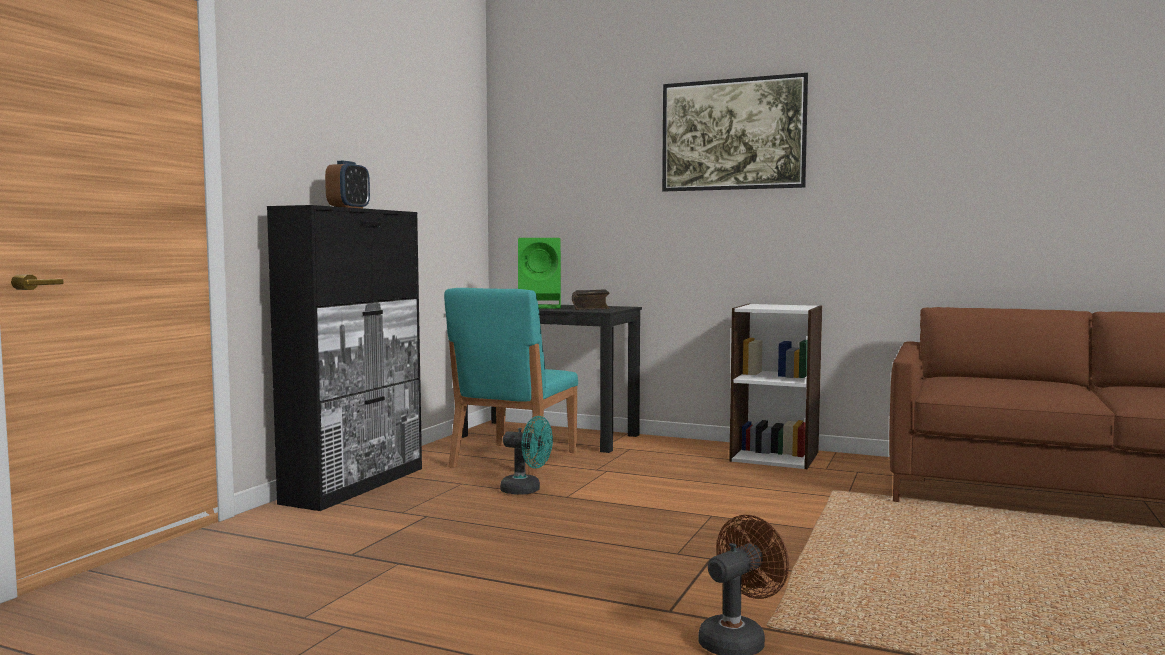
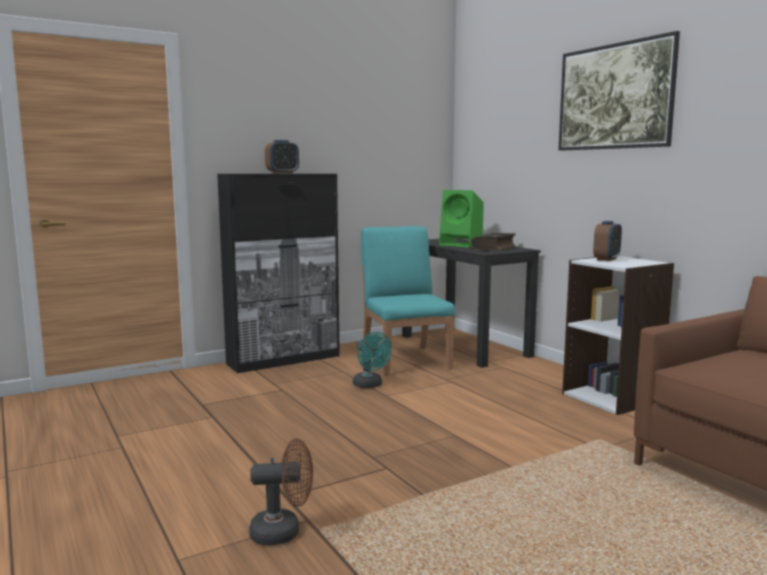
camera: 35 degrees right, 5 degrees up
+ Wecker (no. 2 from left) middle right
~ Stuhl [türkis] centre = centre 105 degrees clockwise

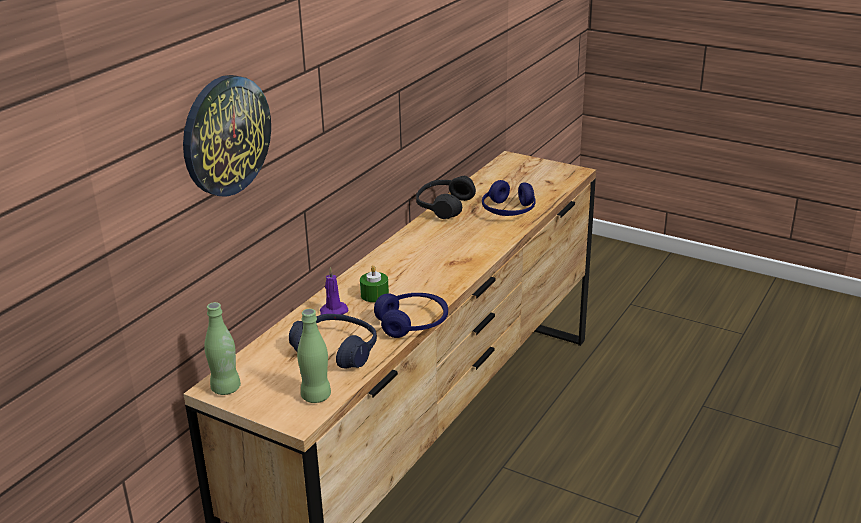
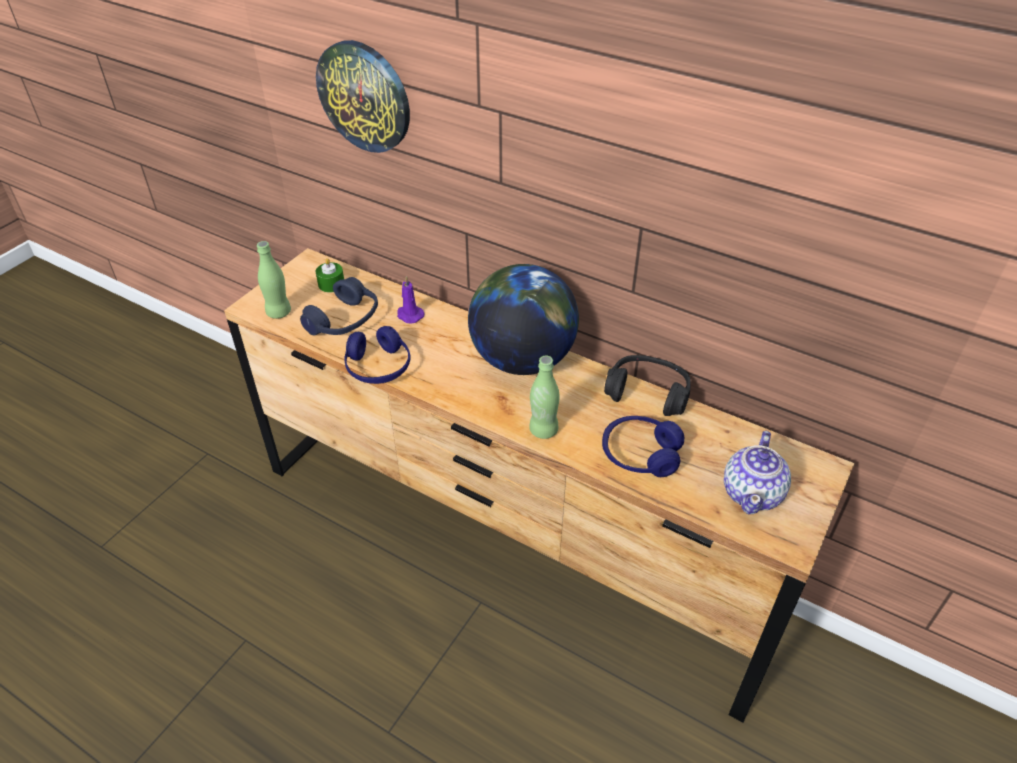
camera: 90 degrees right, 15 degrees up
+ Globus centre
+ Teekanne middle right
~ Flasche [grün] (no. 1 from left in the first image) middle left to Flasche [grün] (no. 2 from left) centre
~ Kerze [grün] centre to middle left

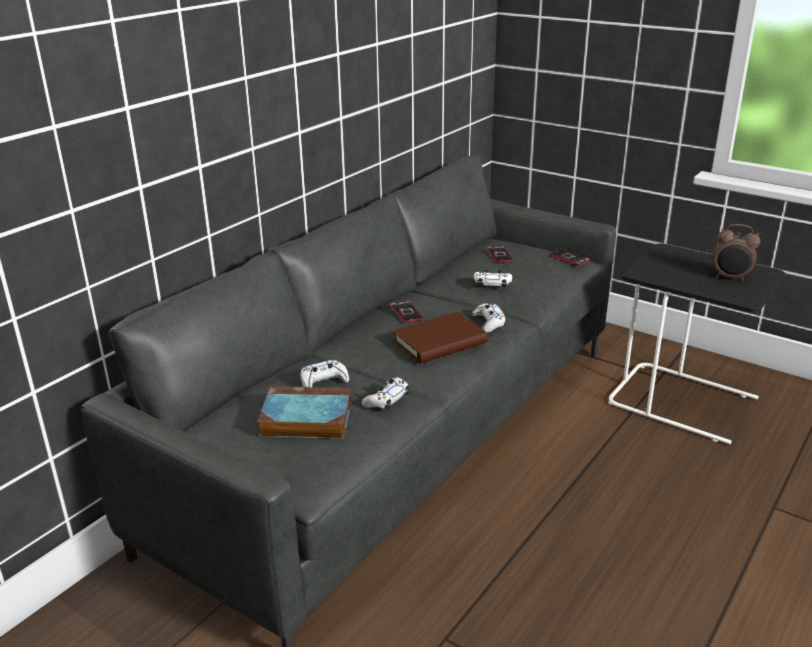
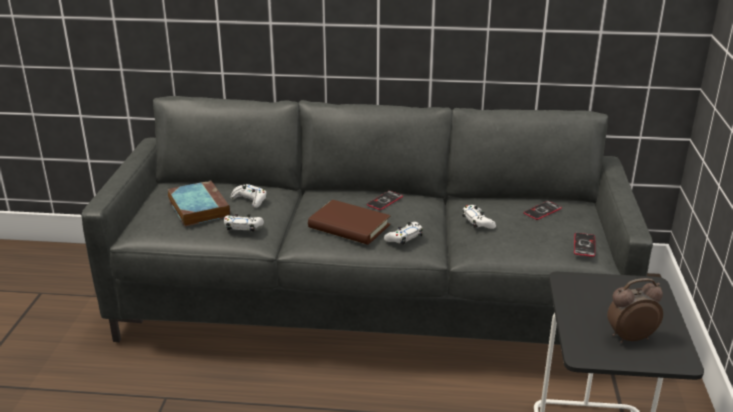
camera: 60 degrees right, 0 degrees up
~ Wecker middle right = bottom right 90 degrees clockwise

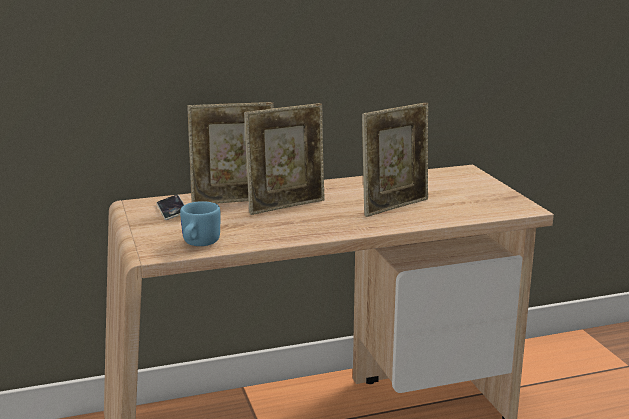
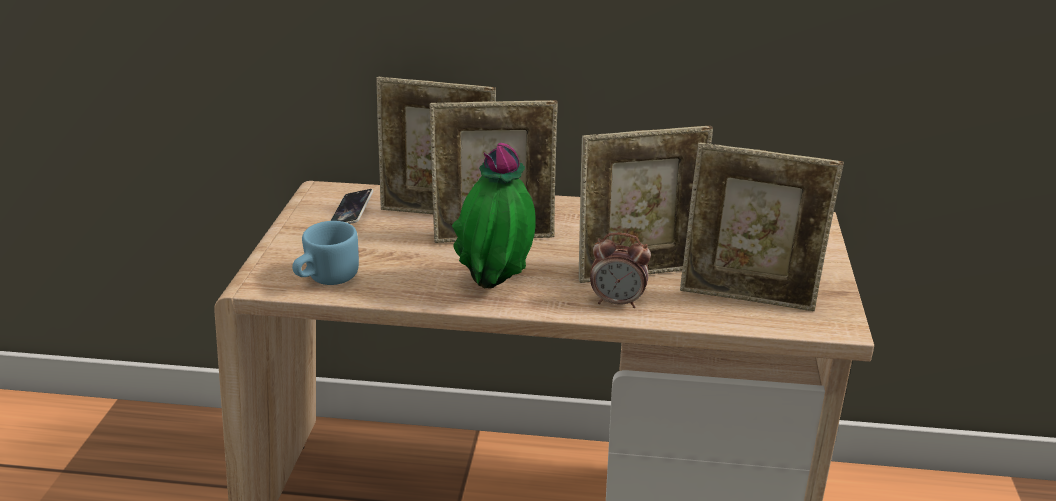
camera: 25 degrees right, 10 degrees up
+ Topfpflanze centre
+ Wecker centre
+ Bilderrahmen (no. 4 from left) middle right

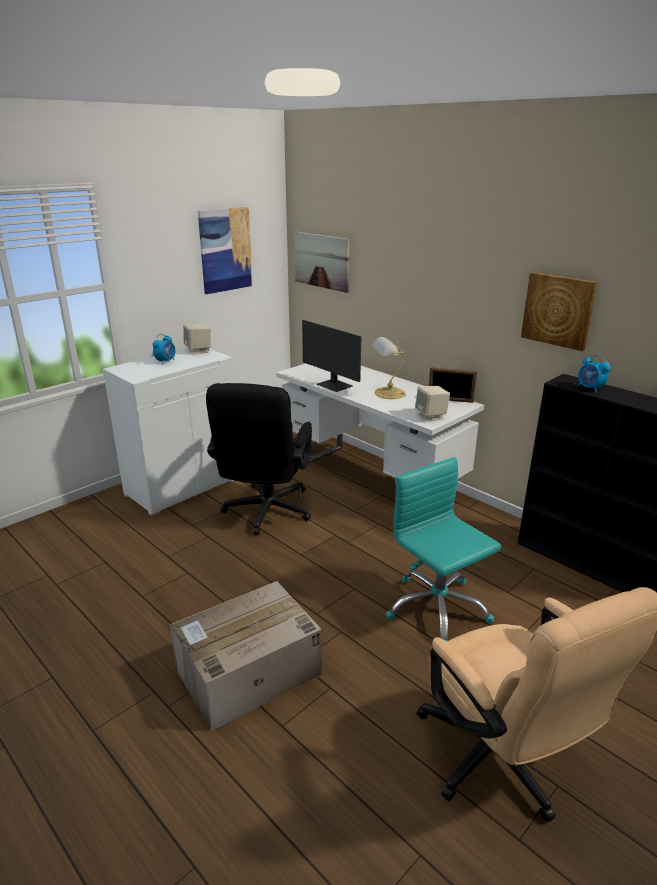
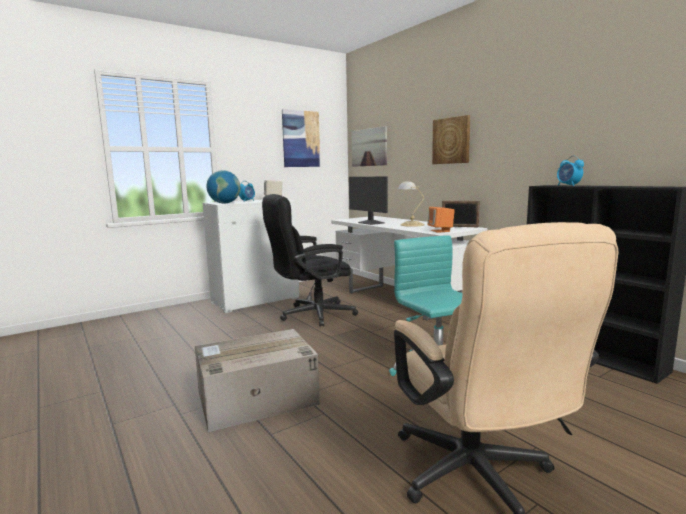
camera: 10 degrees right, 15 degrees down
+ Globus middle left
~ Bild (no. 3 from left) middle right to top centre
~ Lautsprecher [beige] (no. 2 from left) centre to Lautsprecher [orange] centre
~ Bürostuhl [schwarz] centre = centre 45 degrees clockwise

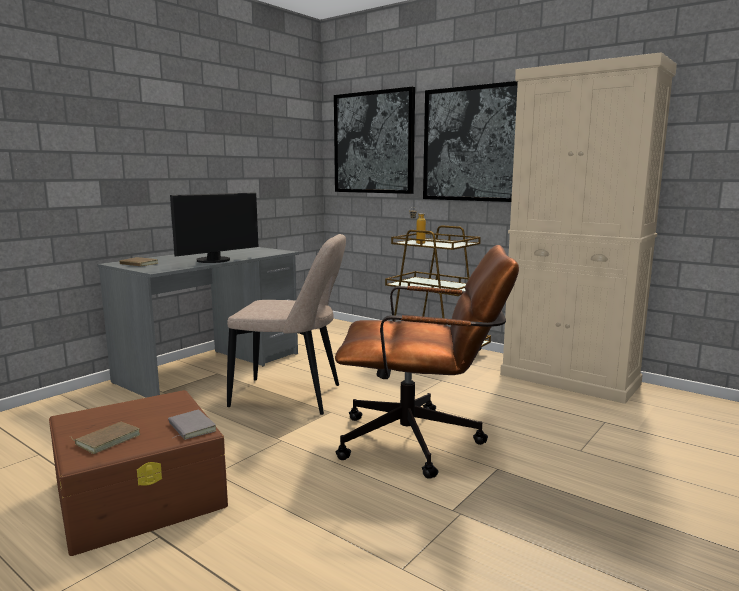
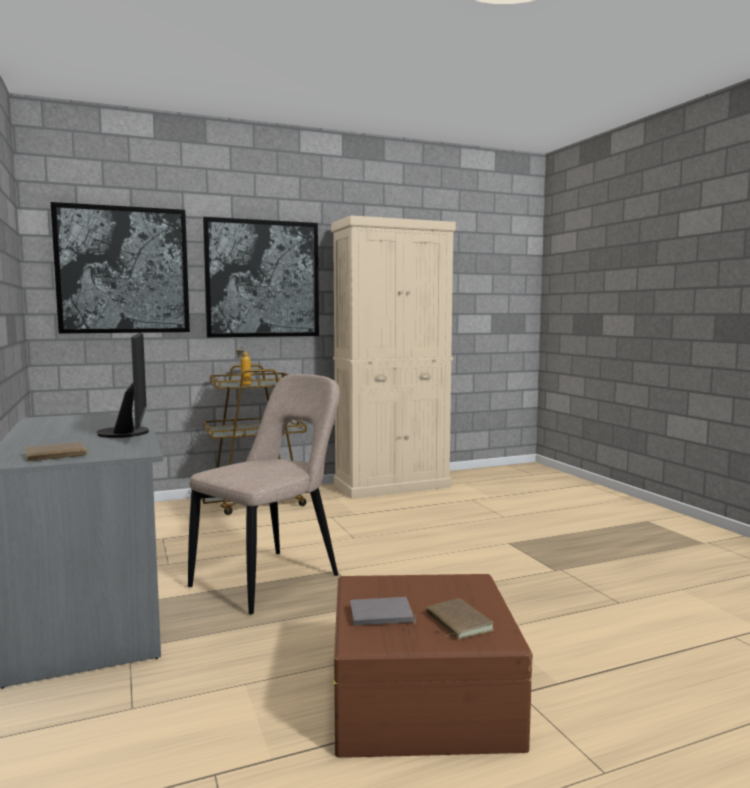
camera: 60 degrees left, 5 degrees down
- Bürostuhl [braun] centre
~ Buch [grau] bottom left to bottom centre

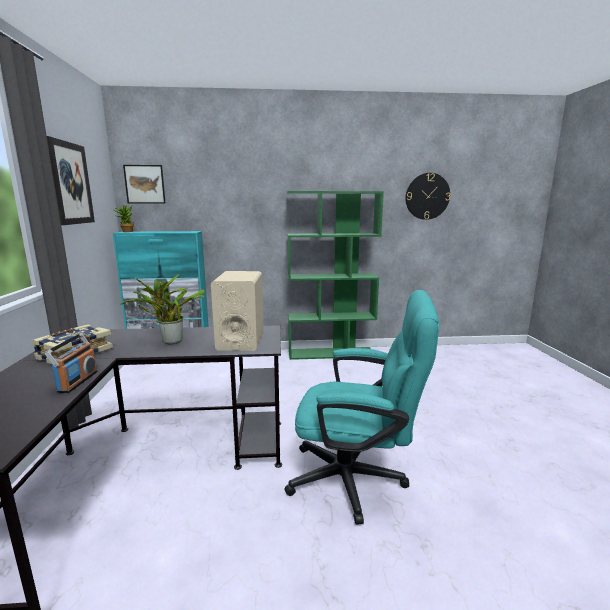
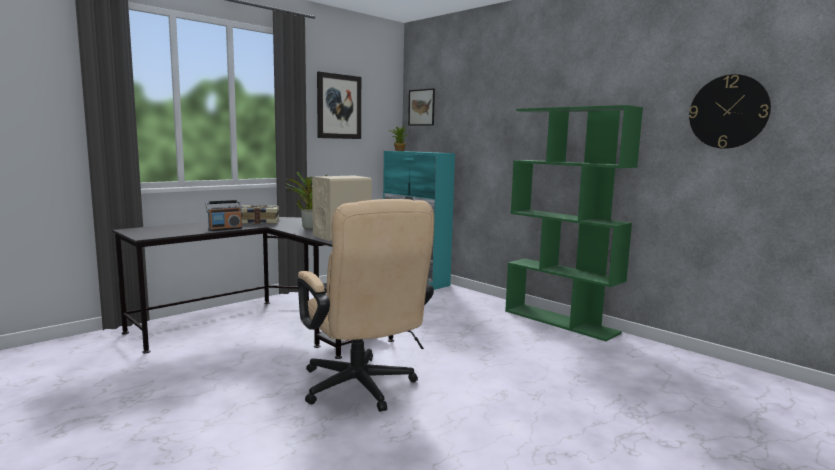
camera: 50 degrees right, 5 degrees down
~ Bürostuhl [türkis] bottom centre to Bürostuhl [beige] centre

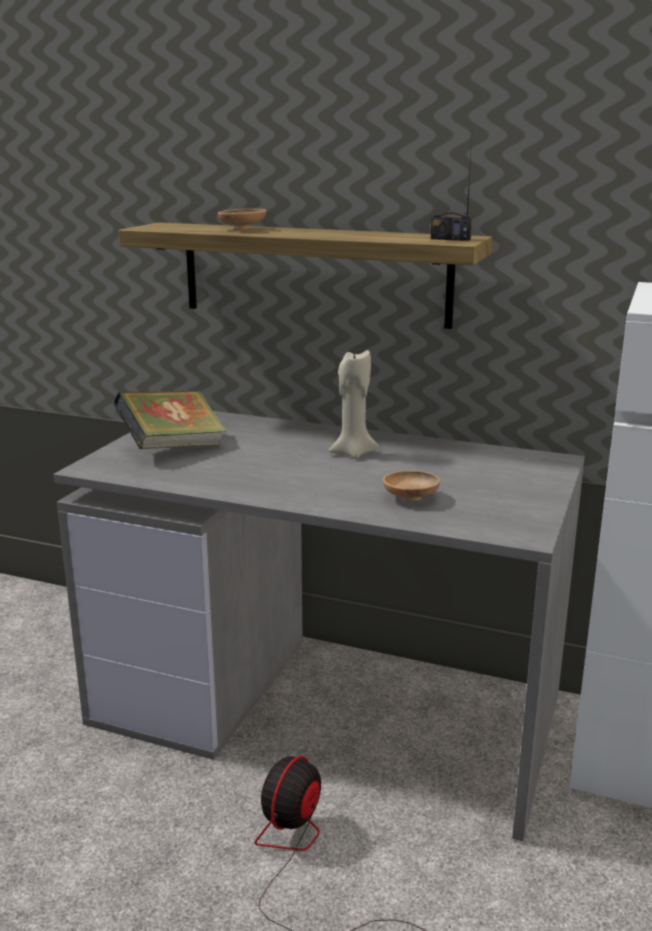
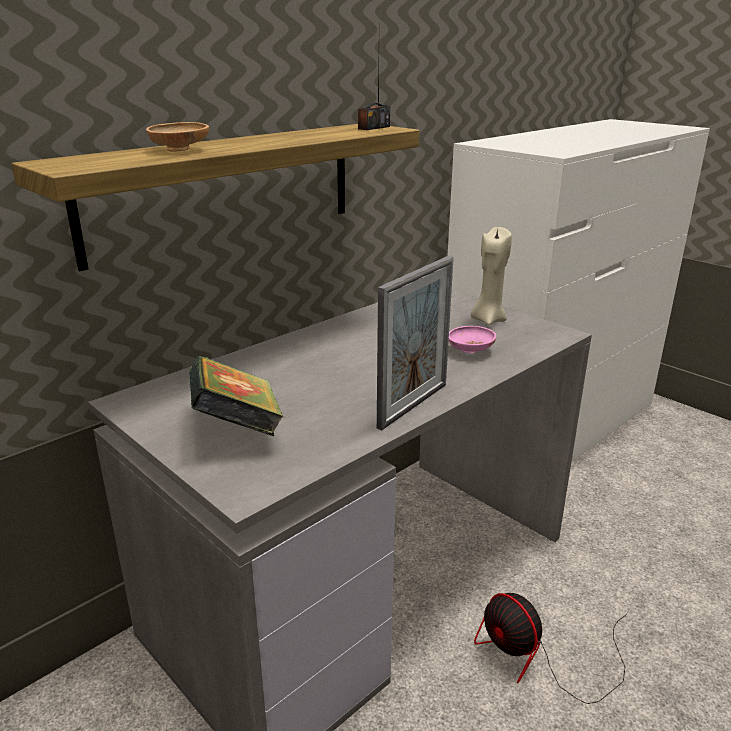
camera: 65 degrees left, 5 degrees up
+ Bilderrahmen centre
~ Kerze [beige] centre to middle right
~ Schüssel [braun] (no. 2 from left) centre to Schüssel [rosa] centre

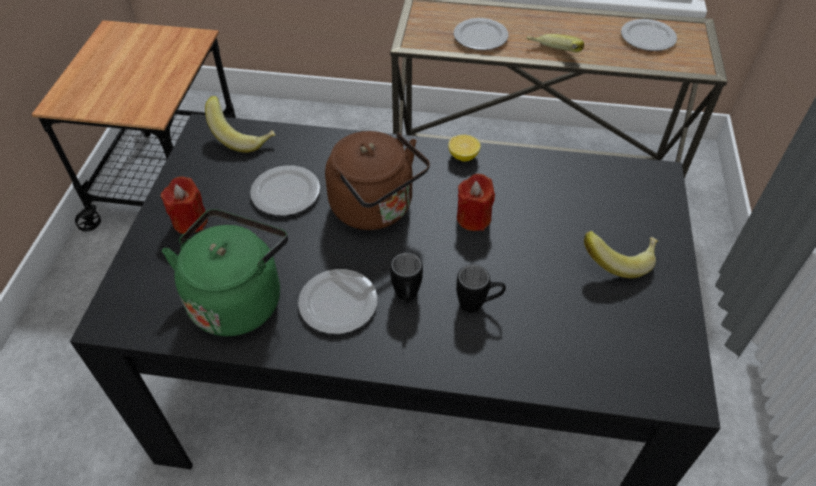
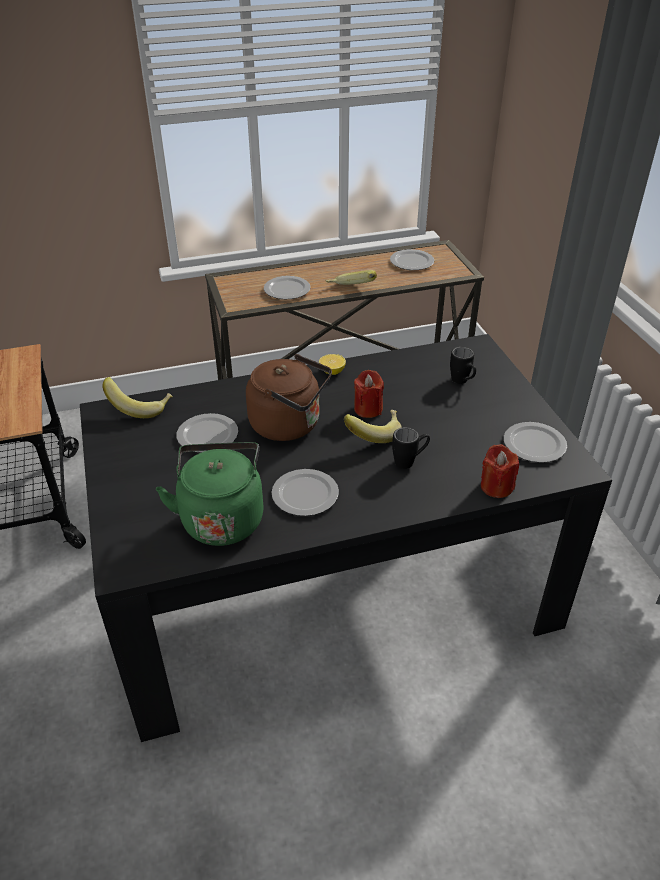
camera: 25 degrees left, 10 degrees down
+ Teller (no. 5 from left) middle right
~ Kerze [rot] (no. 1 from left in the first image) middle left to Kerze [rot] (no. 2 from left) middle right
~ Henkelbecher [schwarz] (no. 1 from left in the first image) centre to Henkelbecher [schwarz] (no. 2 from left) middle right
~ Banane (no. 3 from left) middle right to centre

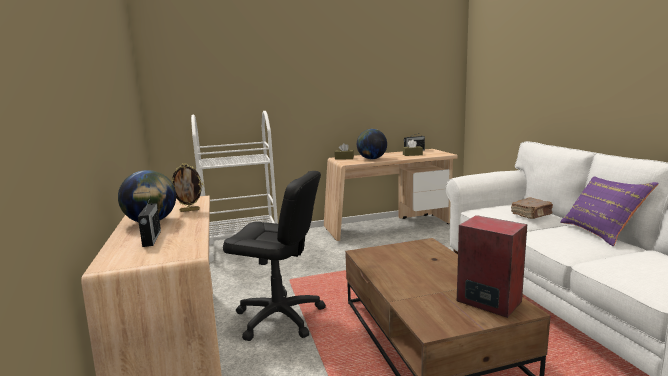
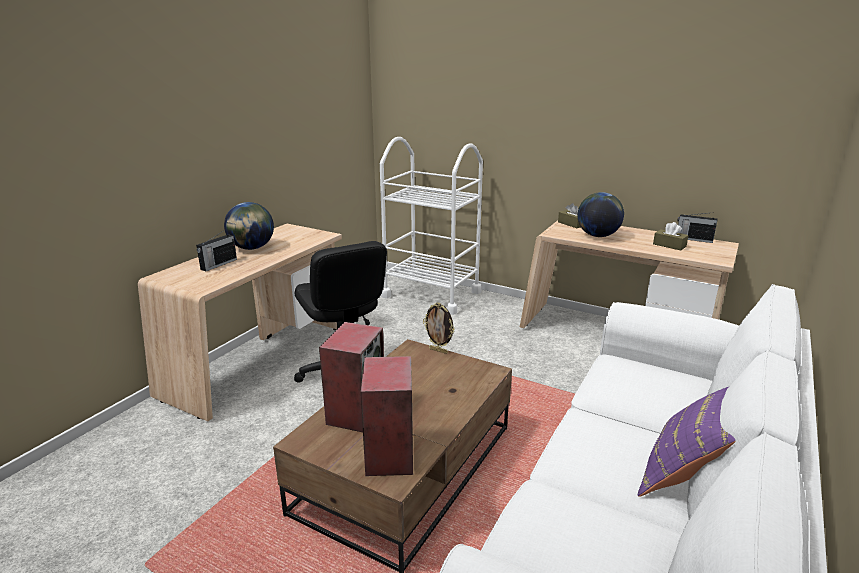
camera: 45 degrees right, 10 degrees up
- Buch [braun] middle right
+ Lautsprecher (no. 1 from left) centre
~ Bilderrahmen middle left to centre

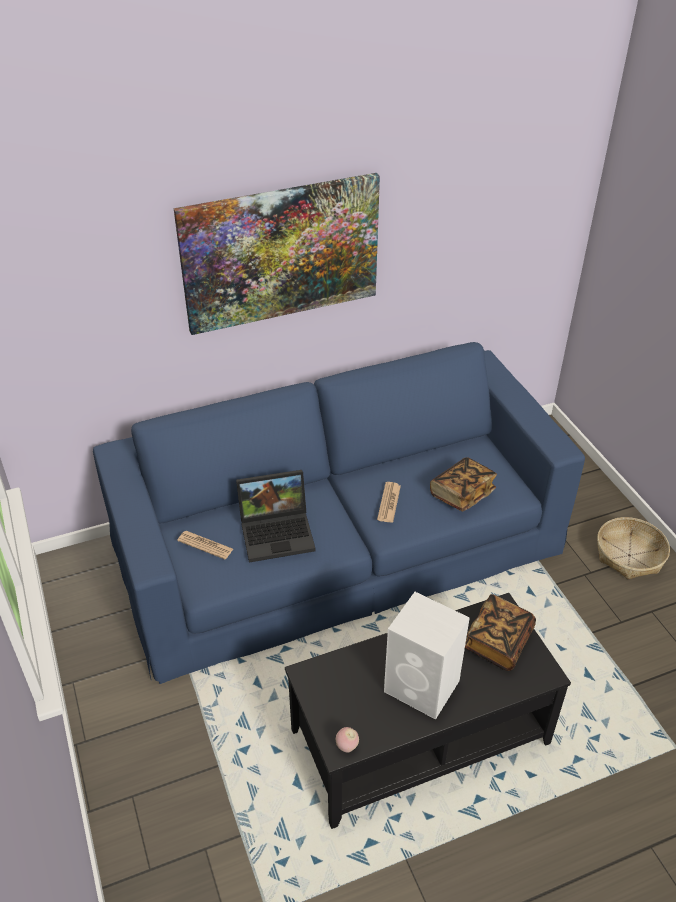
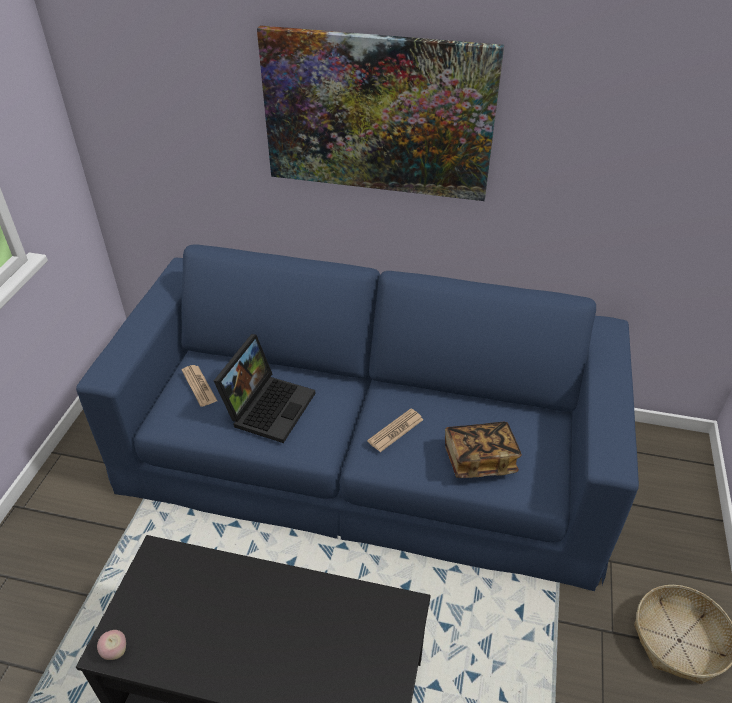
camera: 35 degrees right, 0 degrees up
- Lautsprecher [weiß] bottom centre
- Buch (no. 2 from left) bottom right
~ Laptop centre = centre 90 degrees counterclockwise

